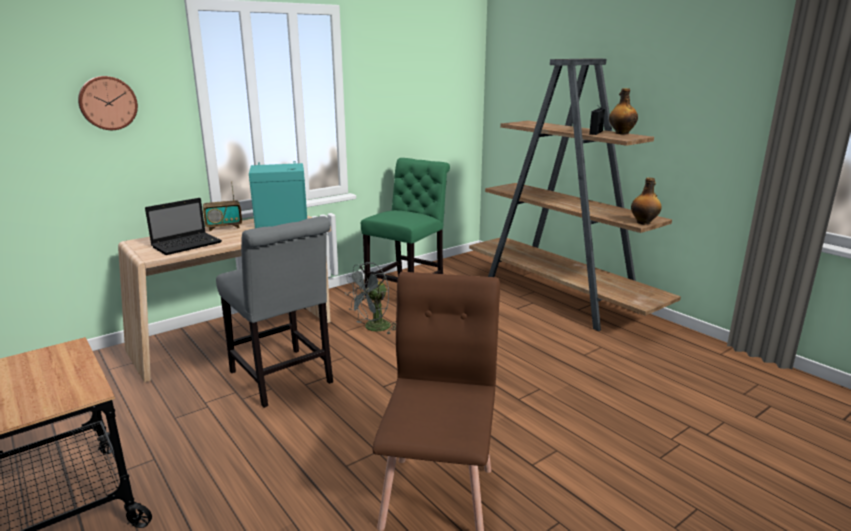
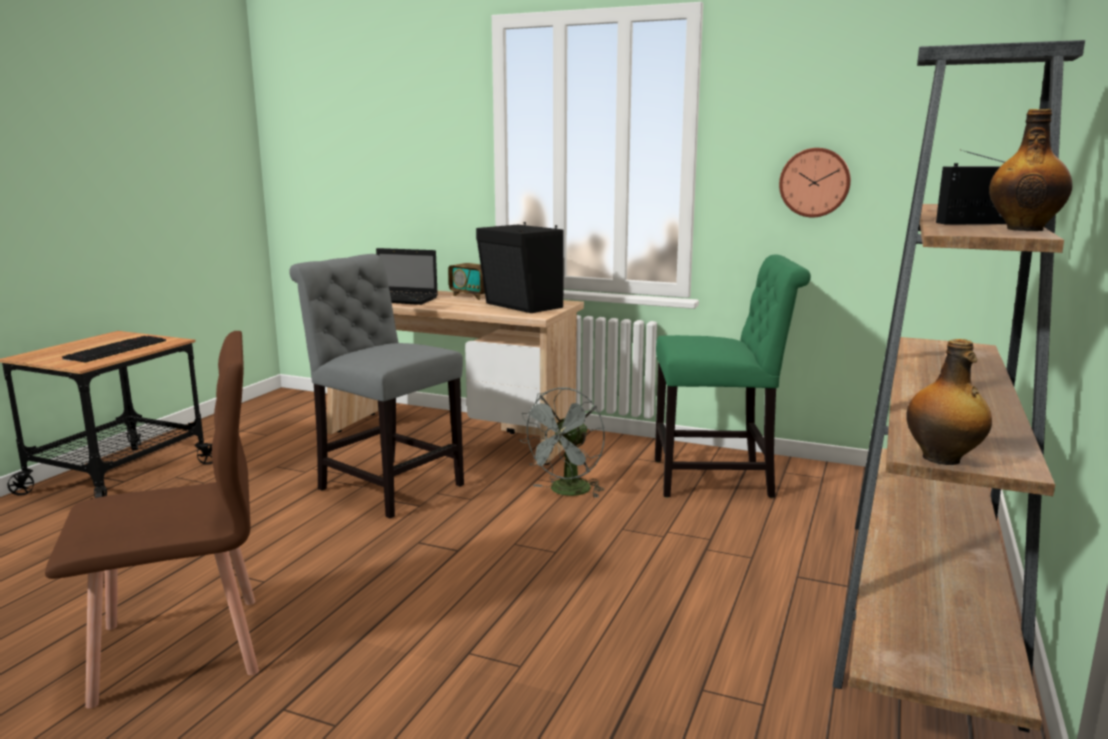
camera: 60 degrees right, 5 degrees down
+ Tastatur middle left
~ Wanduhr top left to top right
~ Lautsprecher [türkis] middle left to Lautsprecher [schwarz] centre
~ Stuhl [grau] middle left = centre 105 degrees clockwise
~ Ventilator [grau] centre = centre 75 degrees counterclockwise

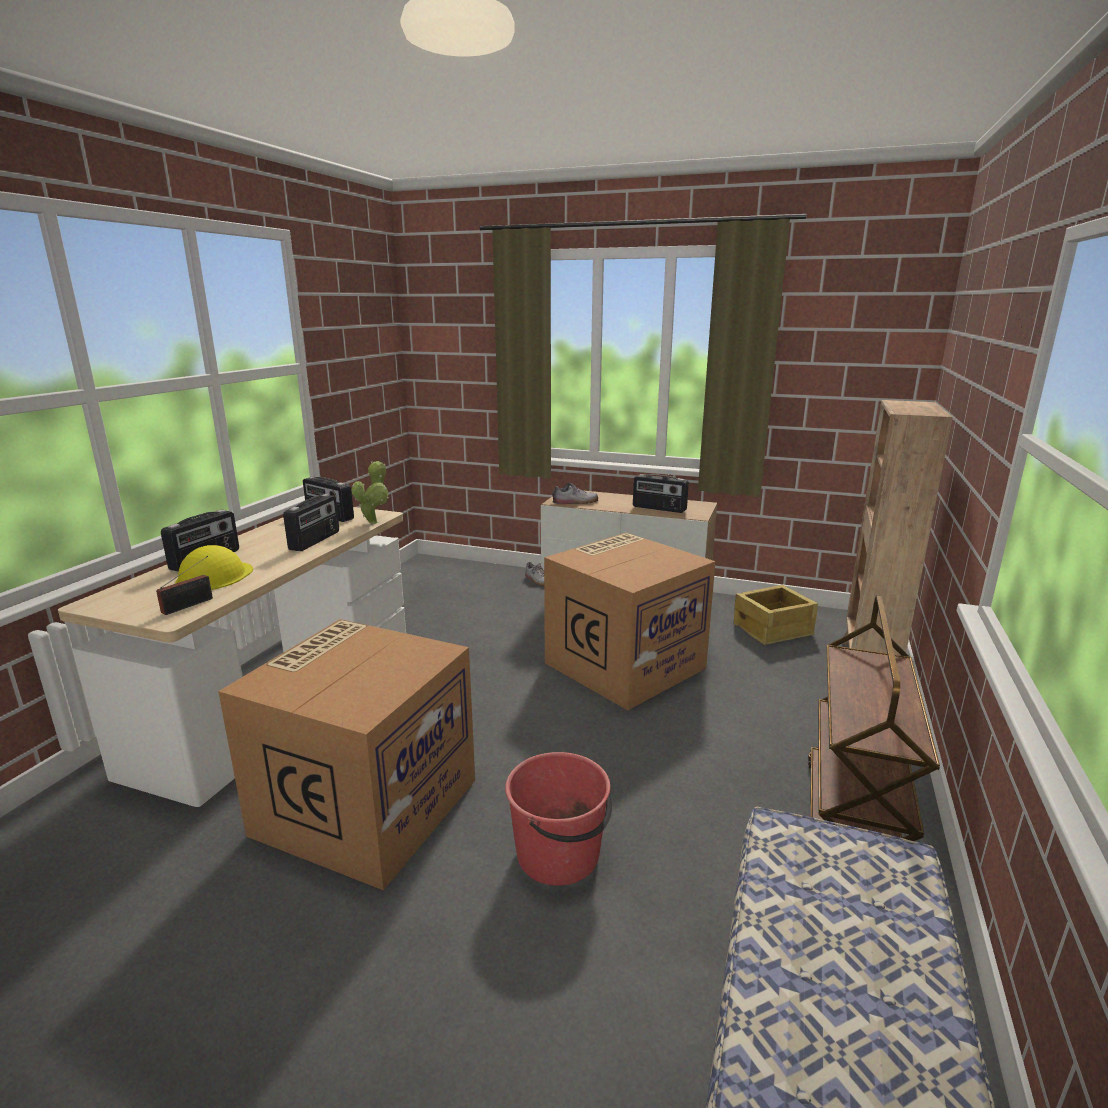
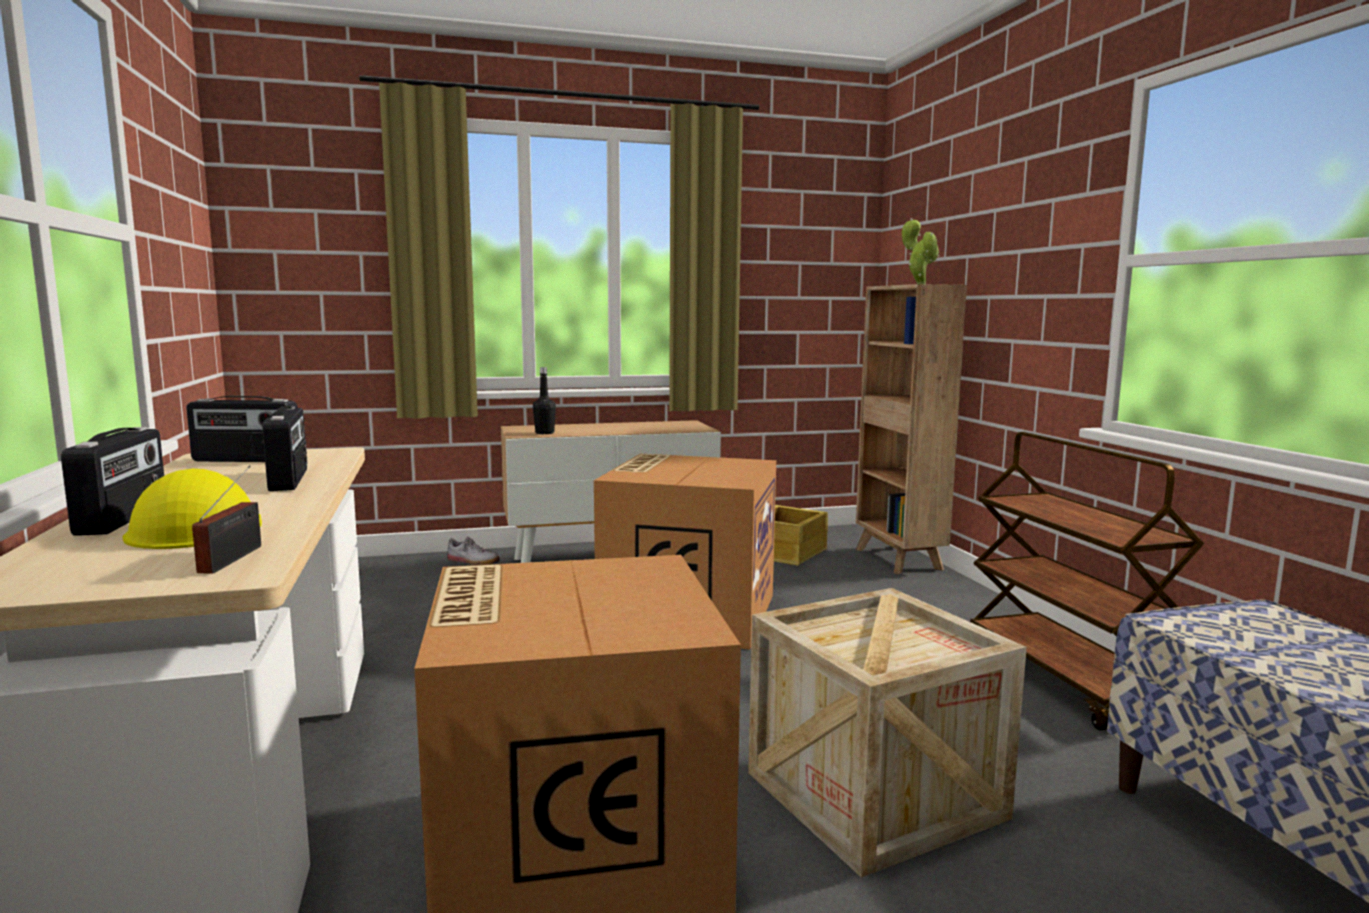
camera: 35 degrees left, 10 degrees down
- Radio (no. 5 from left) centre
~ Topfpflanze centre to top right
~ Eimer [rot] bottom centre to Kiste (no. 2 from left) bottom centre
~ Schuh (no. 2 from left) centre to Flasche [schwarz] centre

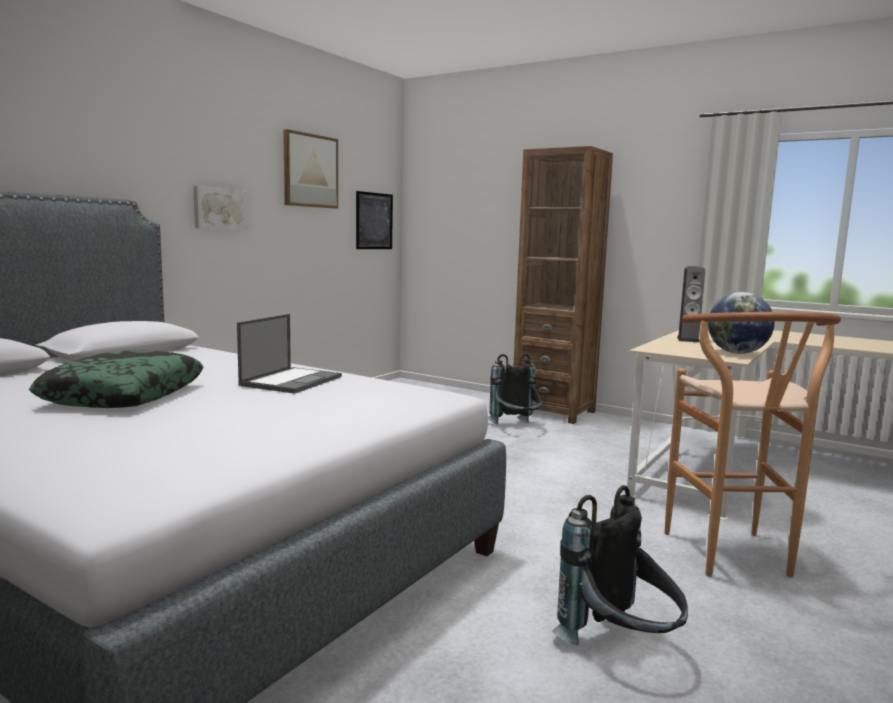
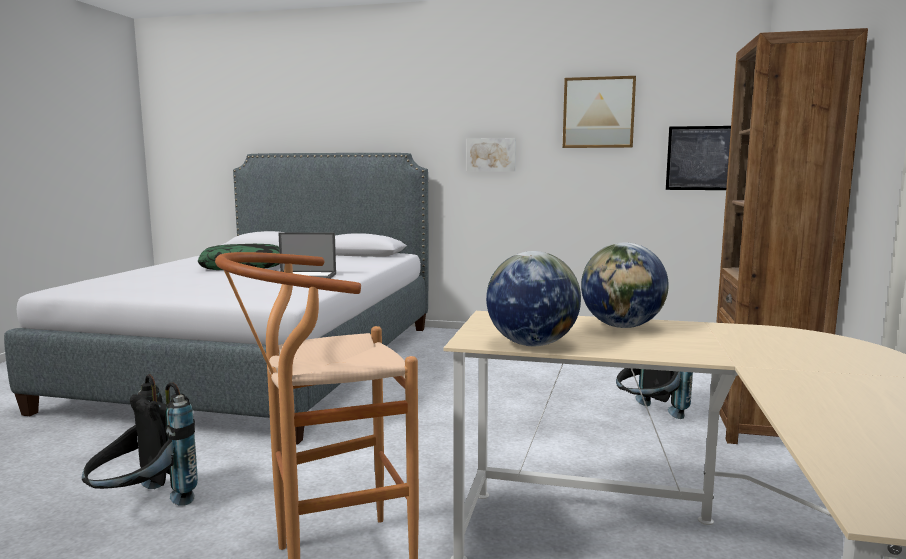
camera: 70 degrees right, 0 degrees up
~ Lautsprecher middle right to Globus (no. 2 from left) middle right

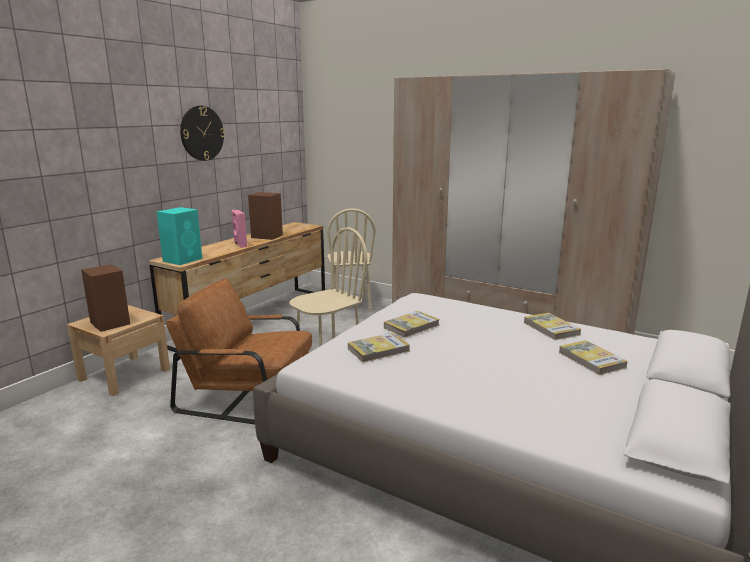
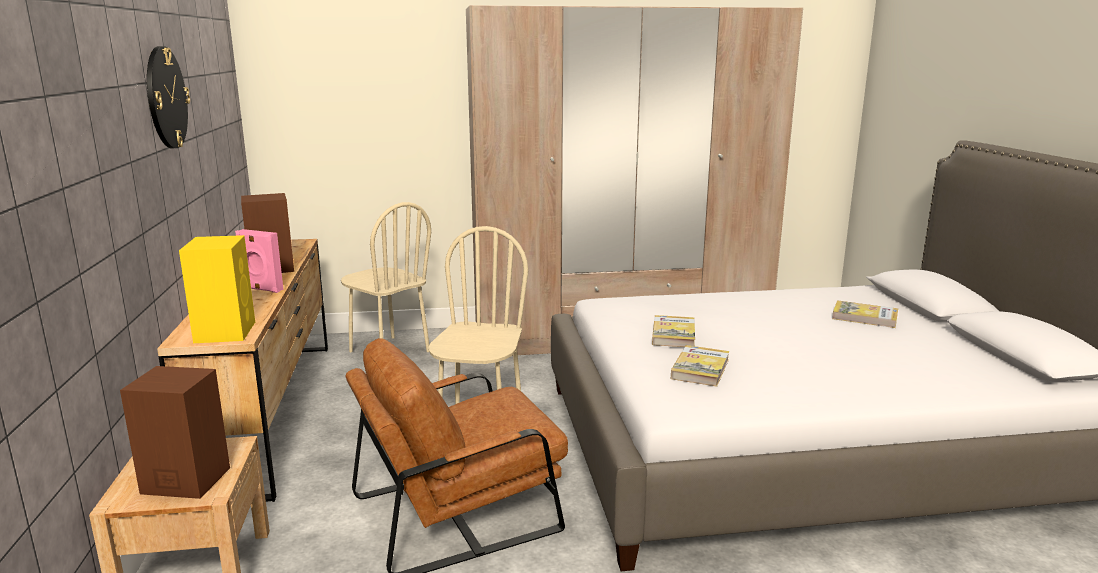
camera: 40 degrees left, 0 degrees up
- Buch (no. 3 from left) middle right
~ Lautsprecher [türkis] middle left to Lautsprecher [gelb] middle left

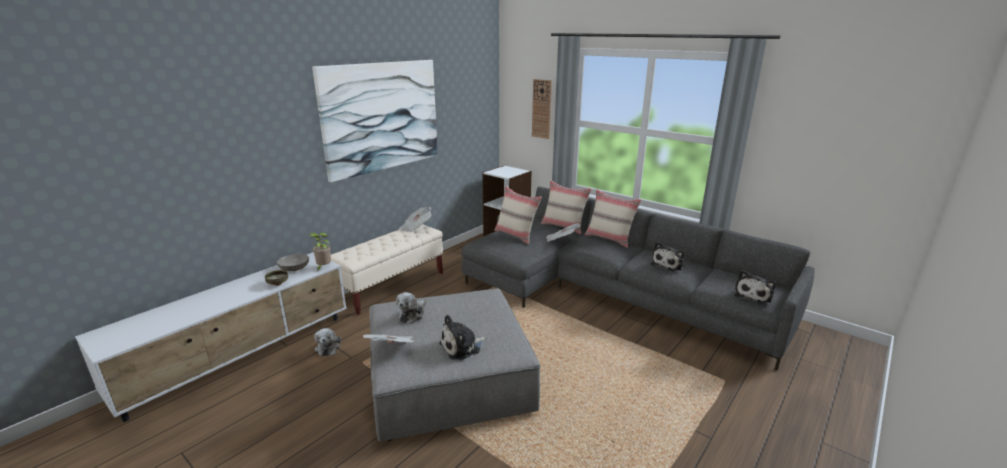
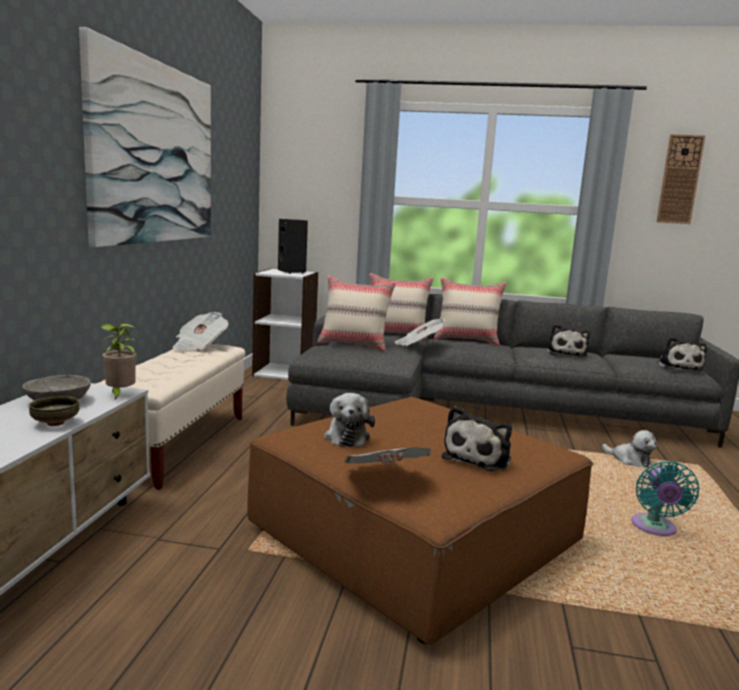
camera: 30 degrees left, 10 degrees down
+ Lautsprecher [schwarz] centre
+ Ventilator [türkis] bottom right
~ Plüschtier (no. 1 from left in the first image) bottom left to Plüschtier (no. 4 from left) middle right
~ Wanduhr top centre to top right
~ Polsterhocker [grau] bottom centre to Polsterhocker [braun] bottom centre

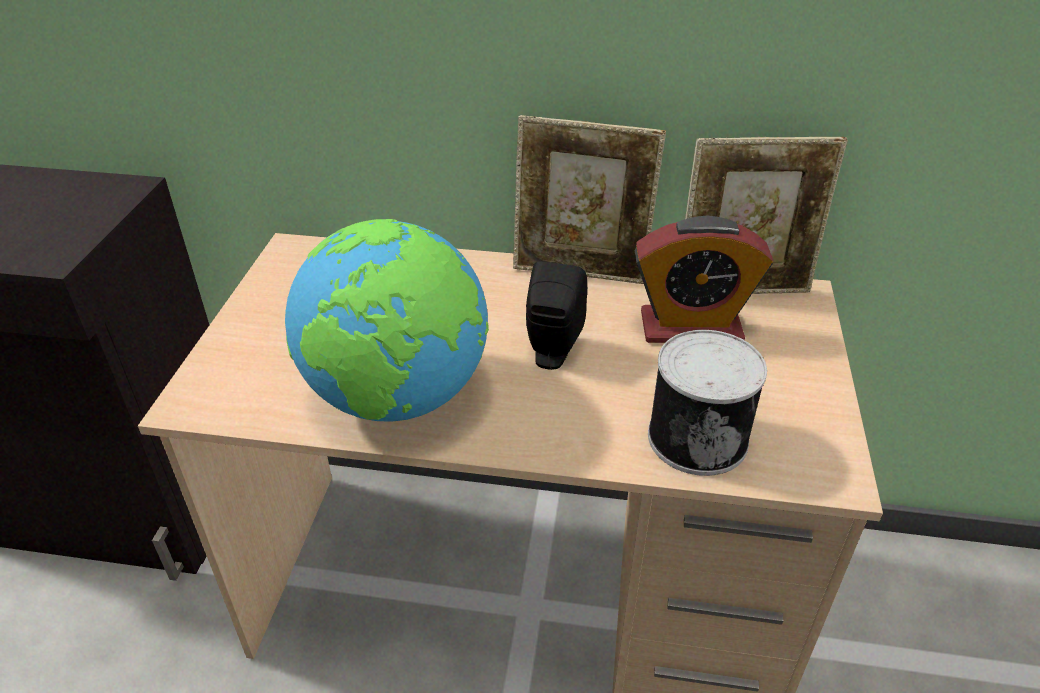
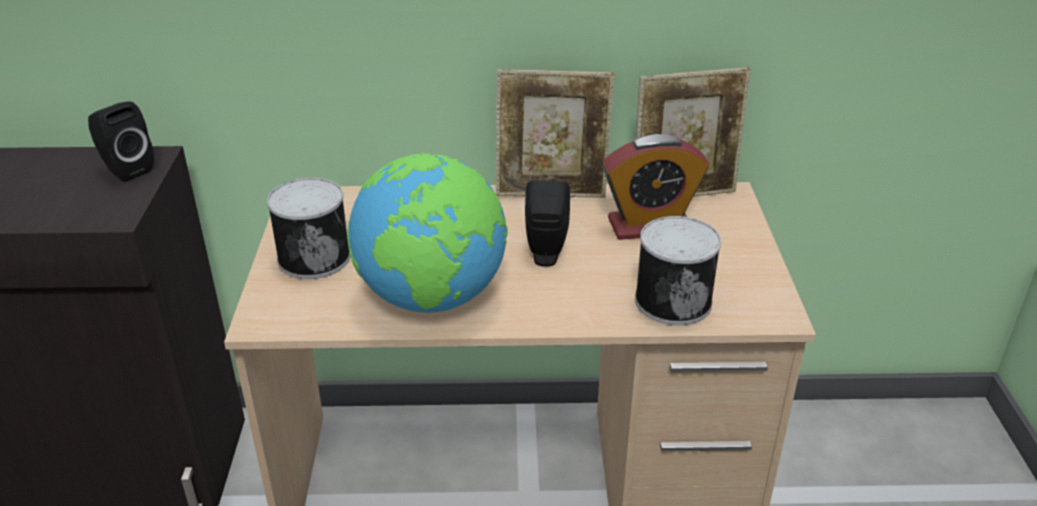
camera: 10 degrees left, 5 degrees down
+ Lautsprecher [schwarz] (no. 1 from left) top left
+ Dose (no. 1 from left) middle left

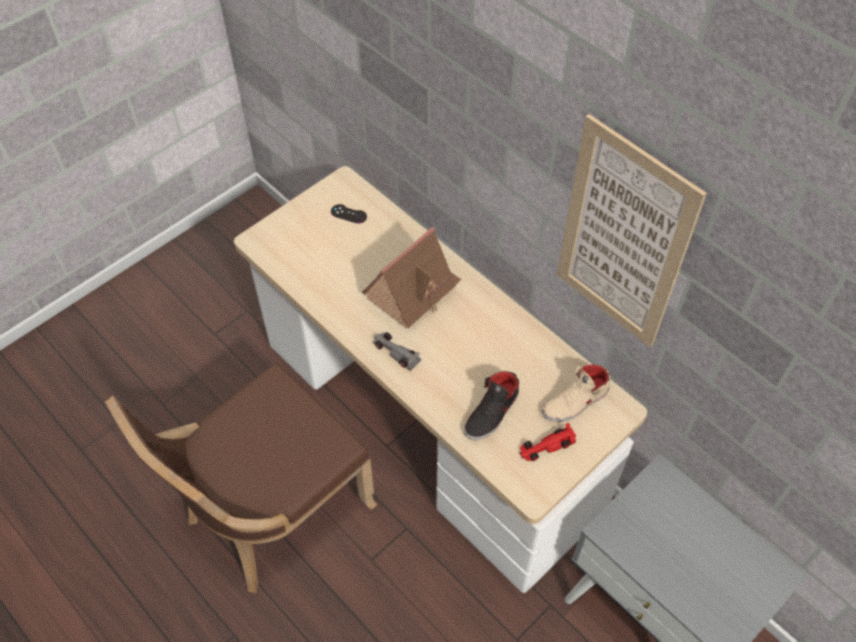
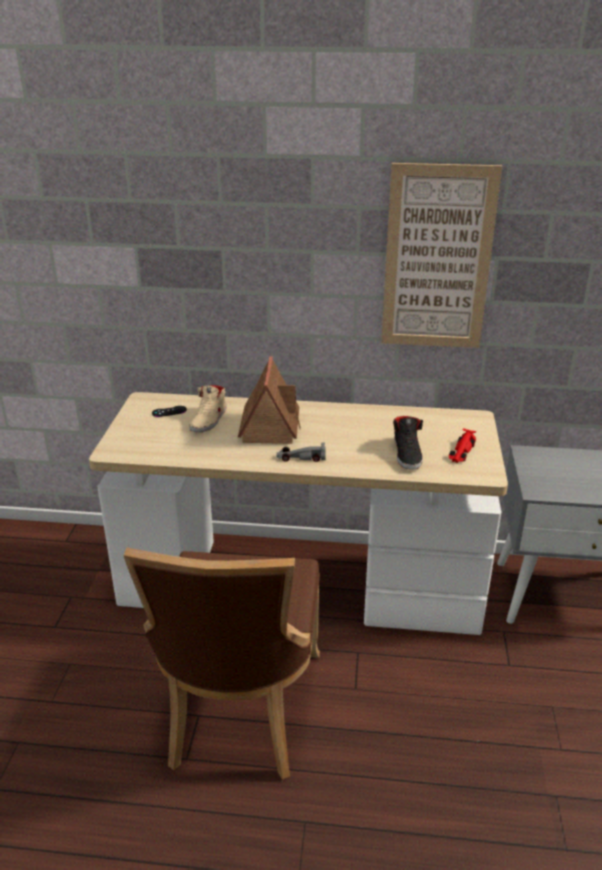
camera: 40 degrees left, 25 degrees down
~ Schuh [beige] middle right to centre

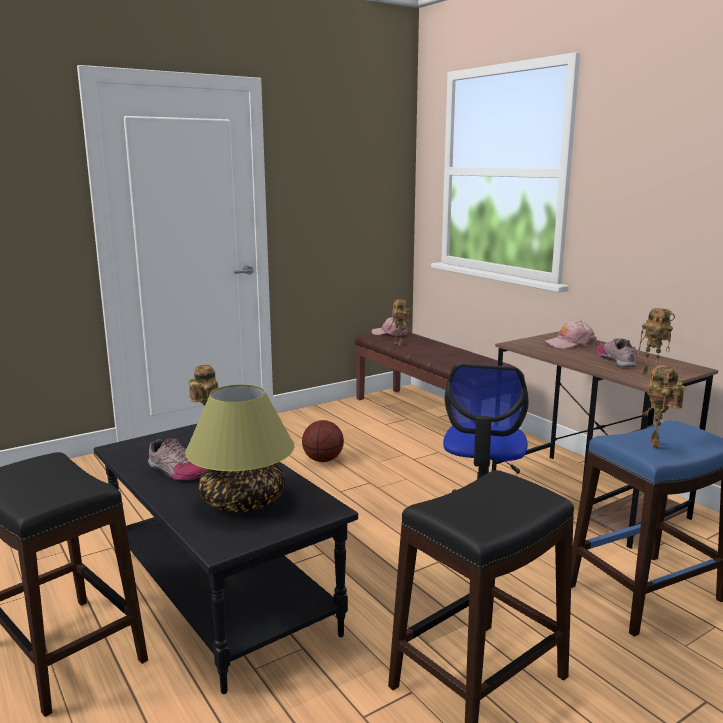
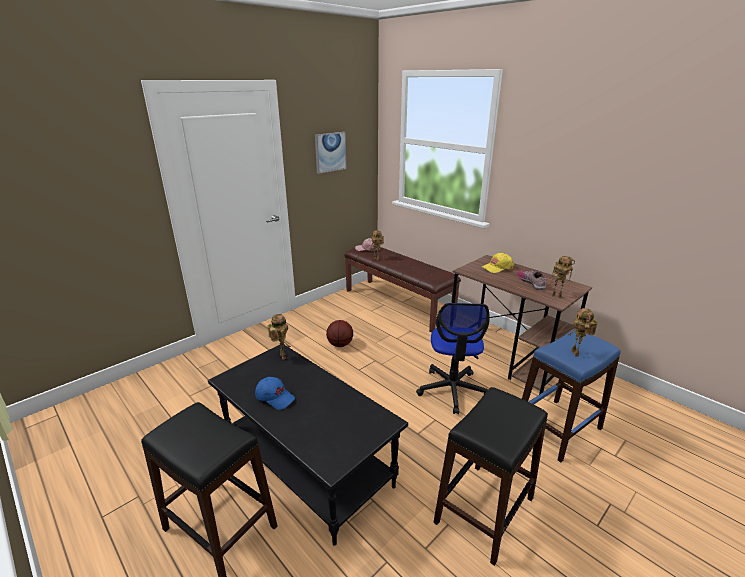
camera: 10 degrees left, 10 degrees up
- Tischlampe middle left
+ Bild top centre
~ Schuh (no. 1 from left) middle left to Kappe [blau] bottom centre
~ Kappe [rosa] (no. 2 from left) middle right to Kappe [gelb] middle right

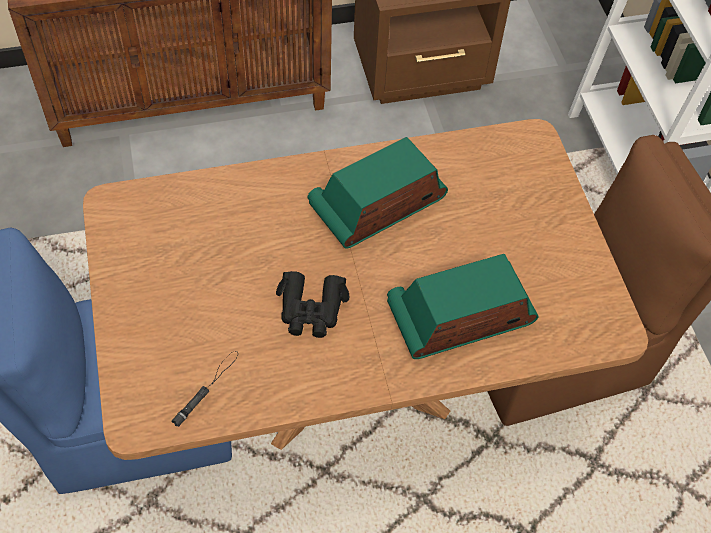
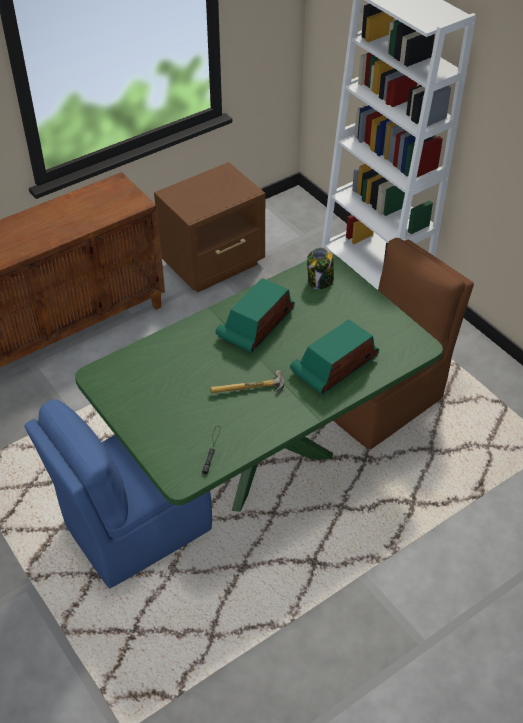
camera: 20 degrees left, 10 degrees down
+ Vorratsglas centre
~ Fernglas [schwarz] centre to Hammer centre
~ Esstisch [braun] centre to Esstisch [grün] centre

